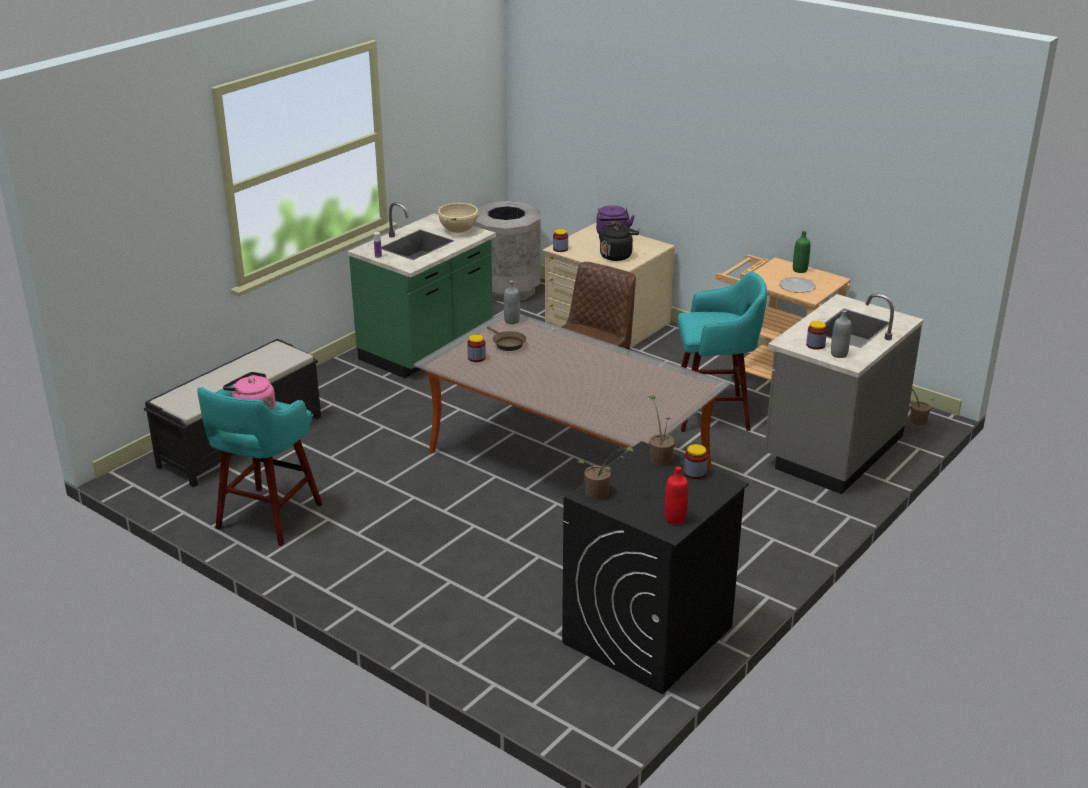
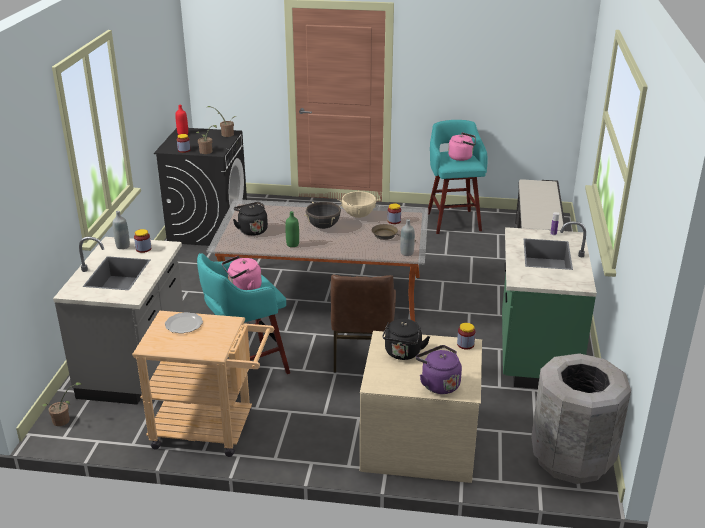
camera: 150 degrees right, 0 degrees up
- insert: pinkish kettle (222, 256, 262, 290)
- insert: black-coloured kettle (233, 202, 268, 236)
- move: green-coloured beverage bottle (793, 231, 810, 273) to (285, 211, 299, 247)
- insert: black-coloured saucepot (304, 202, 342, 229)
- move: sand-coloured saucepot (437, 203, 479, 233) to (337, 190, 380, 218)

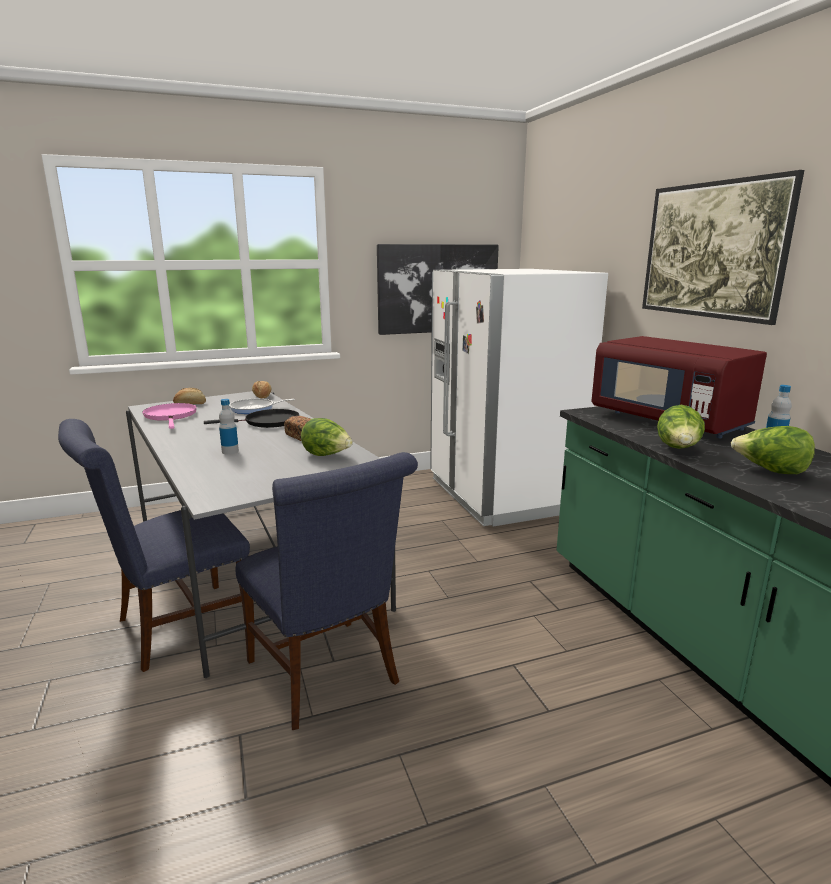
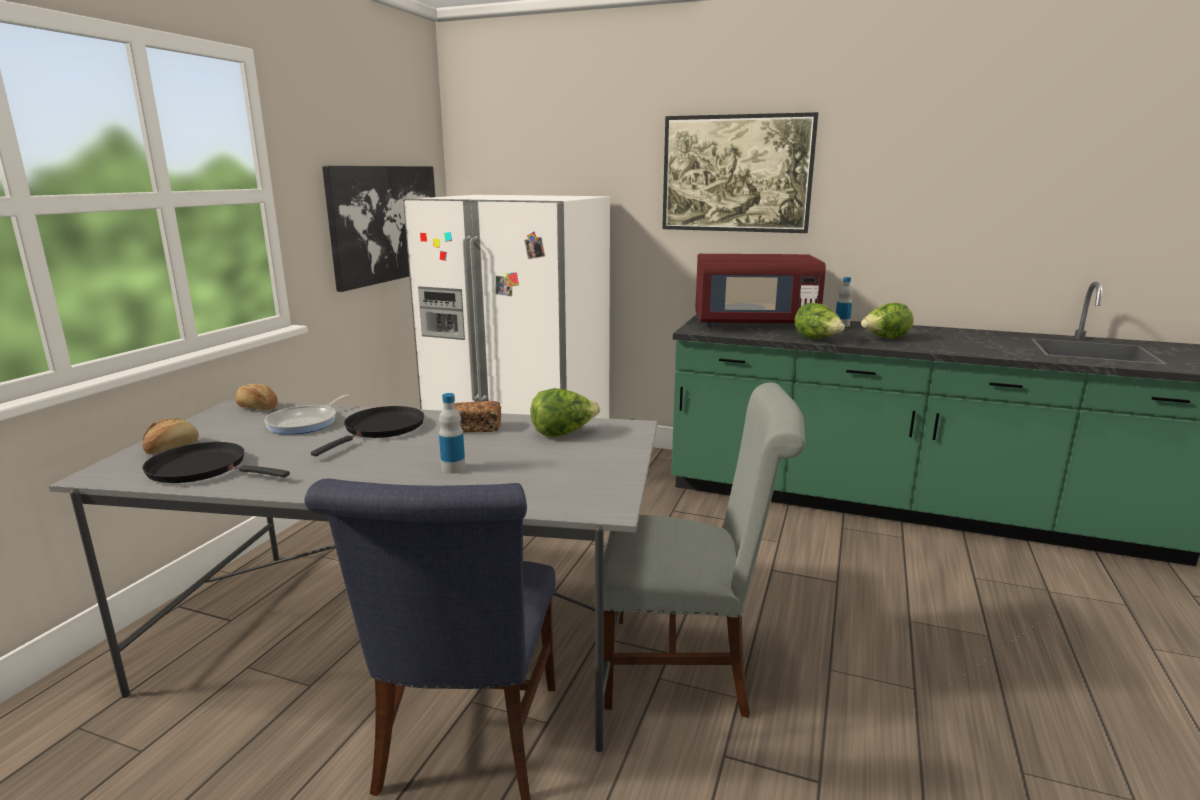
camera: 50 degrees left, 0 degrees up
- recolor: pinkish pan (142, 403, 197, 429) to black-coloured pan (142, 442, 290, 483)
- recolor: blue-coloured chair (236, 452, 418, 730) to gray chair (603, 382, 805, 718)

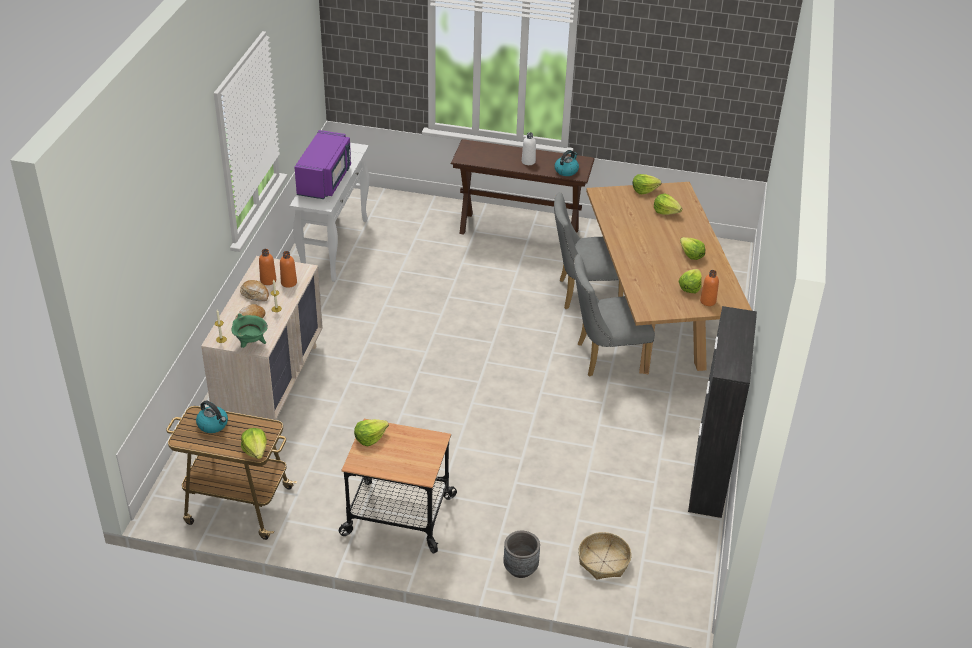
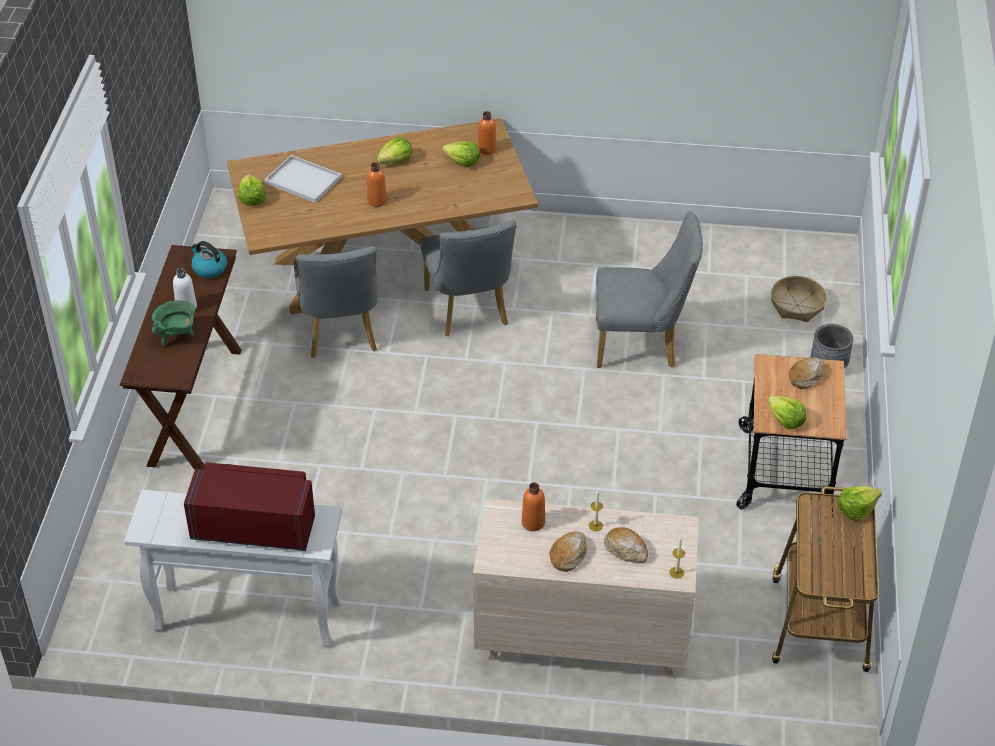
camera: 95 degrees left, 5 degrees up
- move: green-coloured saucepot (232, 313, 268, 348) to (152, 300, 195, 347)
- recolor: purplish microwave (294, 130, 351, 199) to red microwave (184, 462, 315, 551)
- replace: head of lettuce (654, 194, 683, 215) to white tray (264, 155, 342, 203)
- move: orange-coloured beverage bottle (259, 249, 276, 285) to (367, 162, 387, 207)
- insert: gray chair (596, 211, 703, 368)
- insert: baked bread (789, 357, 824, 389)
- delete: kettle (196, 401, 228, 433)
- delete: black-coloured cabinet (688, 306, 757, 518)

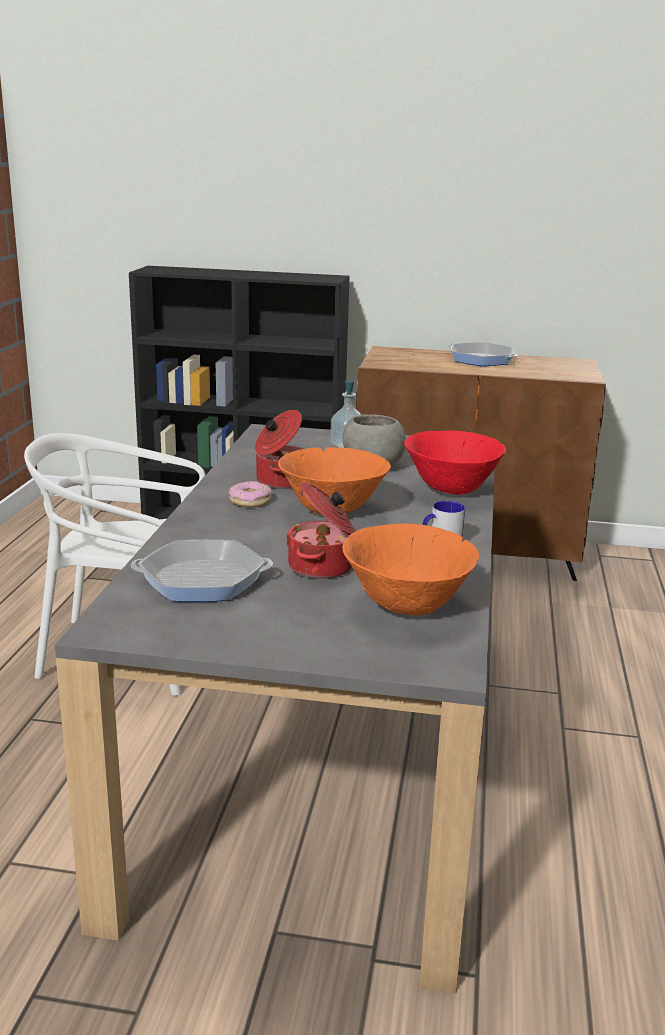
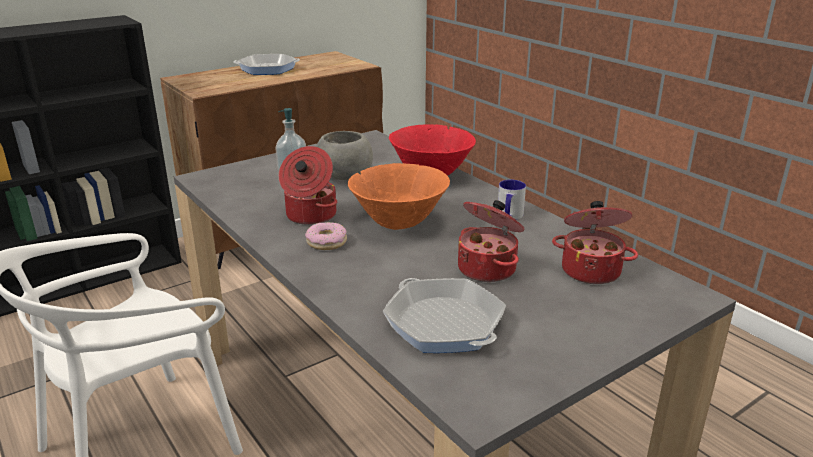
camera: 45 degrees left, 5 degrees up
- rotate: pan (131, 540, 273, 602) = (383, 278, 506, 353) 105 degrees clockwise
- replace: orange-coloured deep dish (342, 523, 479, 615) to saucepot (552, 201, 638, 284)

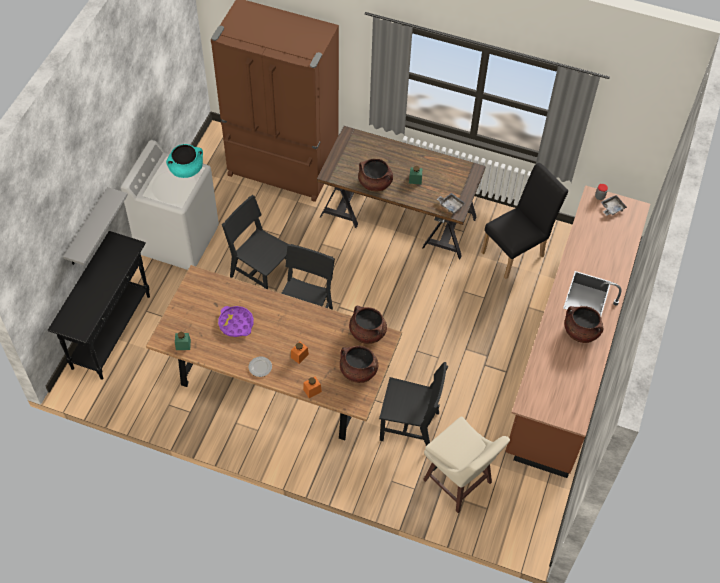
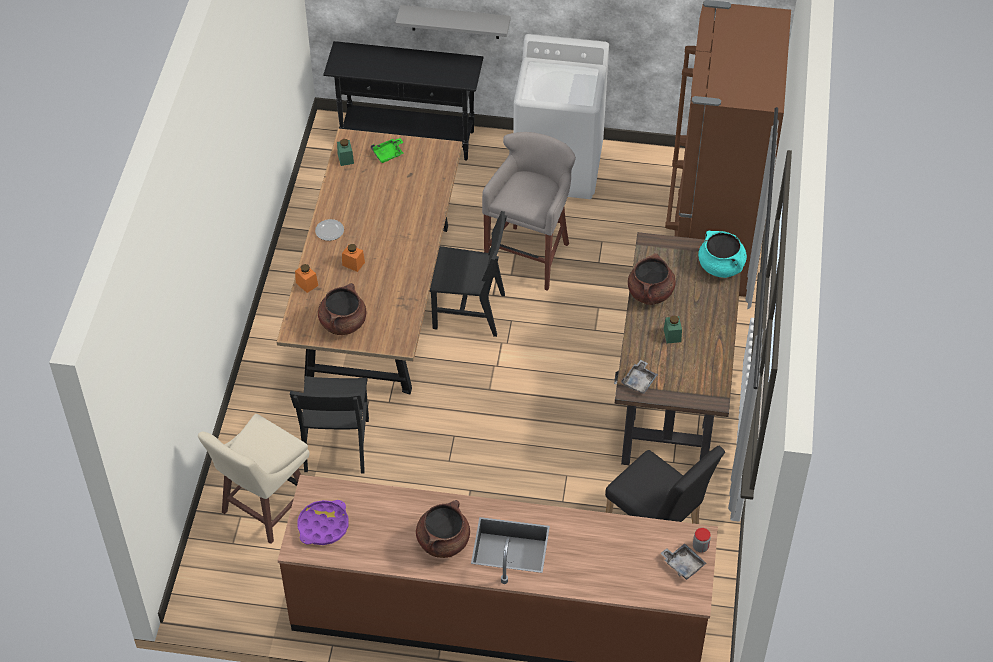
camera: 80 degrees right, 5 degrees down
- move: purplish tray (218, 306, 254, 337) to (297, 500, 349, 545)
- insert: green-coloured tray (371, 138, 404, 163)
- replace: black-coloured chair (222, 195, 293, 289) to gray stool (482, 132, 576, 291)
- move: blue-green saucepot (166, 144, 203, 178) to (698, 231, 747, 278)
- delete: brown saucepot (349, 306, 387, 344)

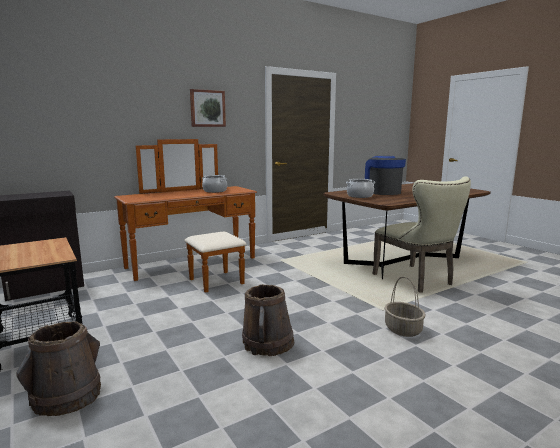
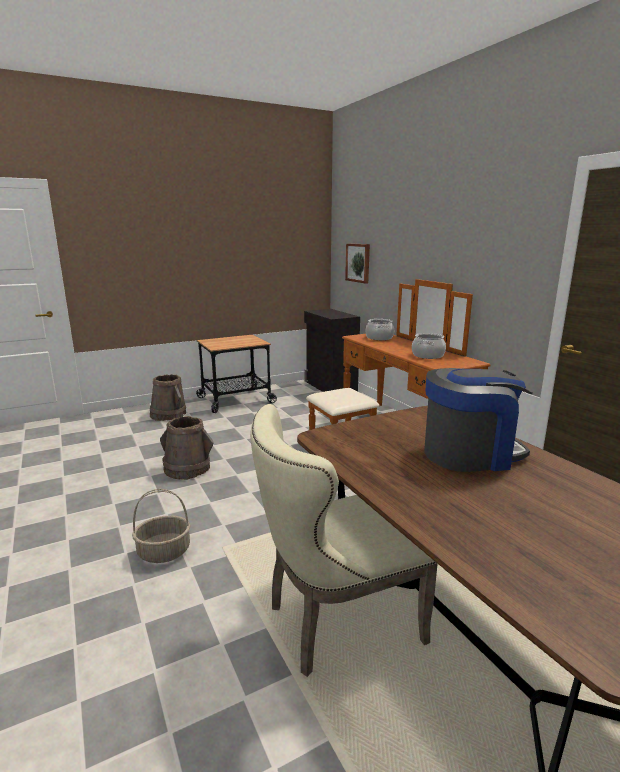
camera: 95 degrees right, 5 degrees up
- move: wall picture (190, 89, 226, 127) to (345, 243, 370, 284)
- move: saucepot (346, 179, 375, 198) to (365, 319, 394, 340)

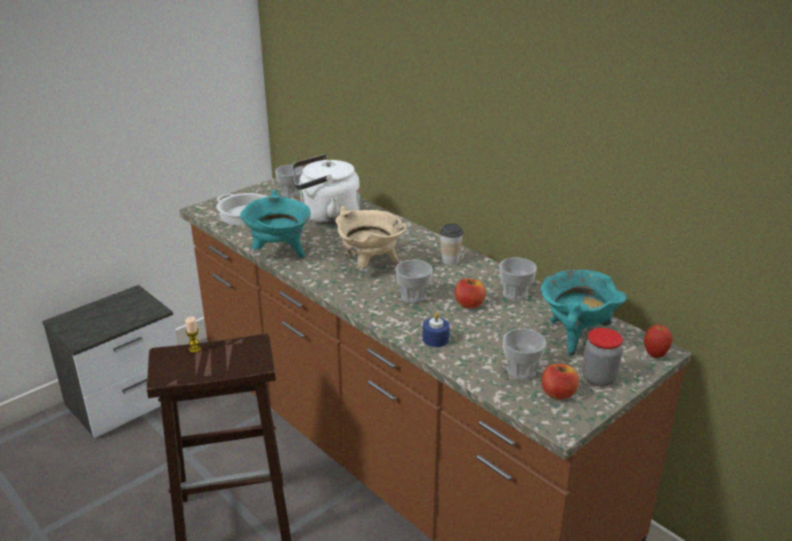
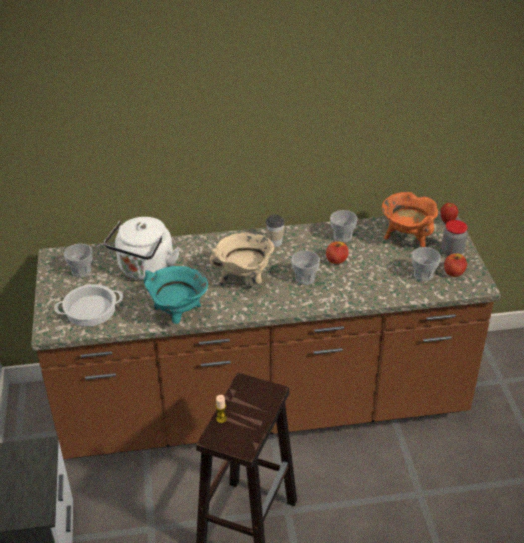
camera: 55 degrees left, 10 degrees up
- recolor: blue-green saucepot (541, 270, 627, 356) to orange-coloured saucepot (382, 192, 438, 247)
- delete: blue-coloured wax light (422, 312, 450, 347)

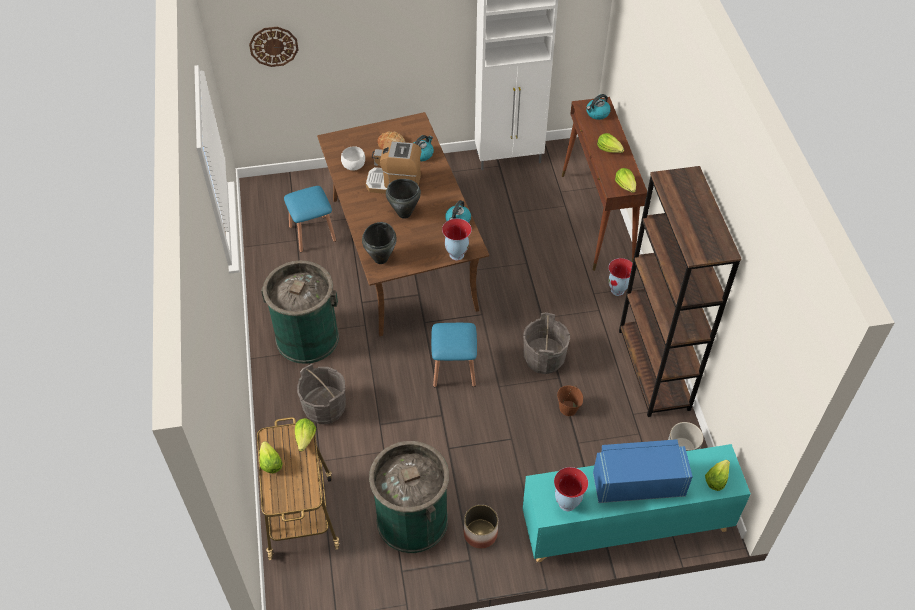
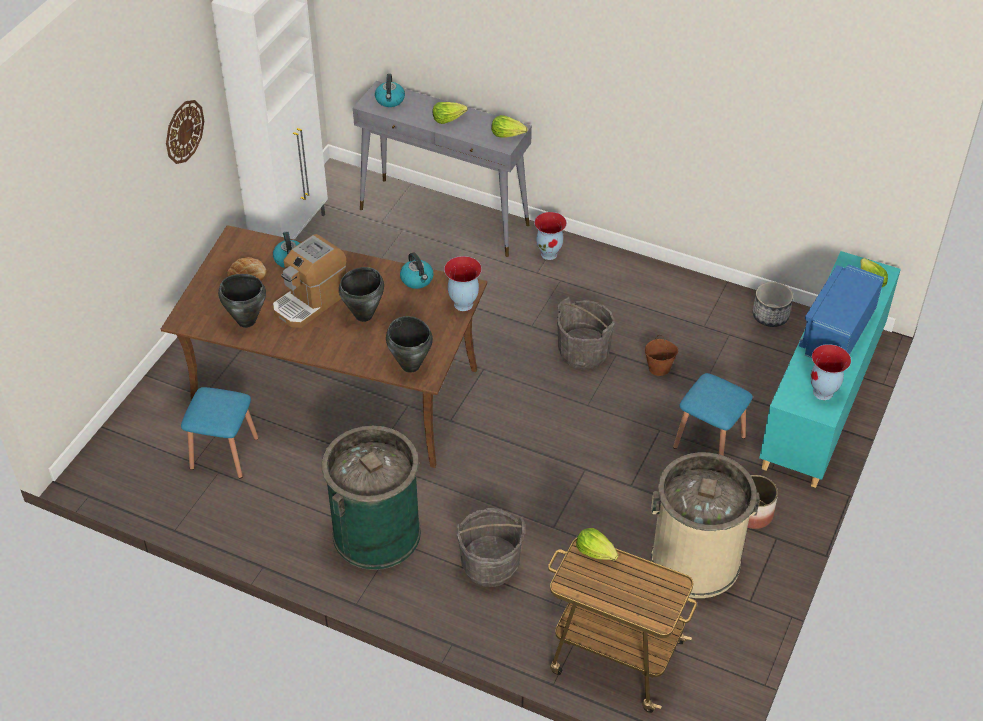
camera: 55 degrees left, 5 degrees down
- move: hanging clock (249, 27, 299, 67) to (166, 100, 204, 164)
- replace: white deep dish (341, 146, 365, 171) to black-coloured saucepot (218, 274, 266, 328)
- recolor: brown console table (562, 97, 647, 271) to gray console table (353, 81, 532, 257)
- recolor: green-coloured waste bin (369, 441, 449, 553) to sand-coloured waste bin (651, 452, 760, 598)
- move: blue-coloured stool (431, 323, 477, 387) to (673, 373, 753, 456)
- delete: head of lettuce (259, 441, 283, 473)
- delete: brown shelving unit (619, 166, 742, 417)

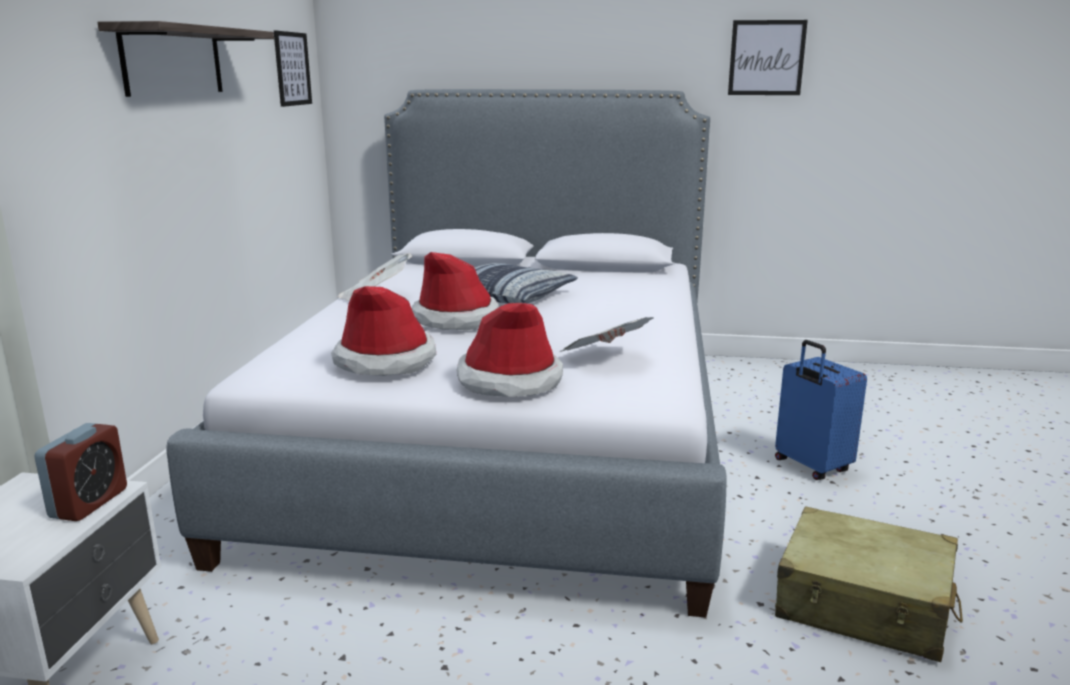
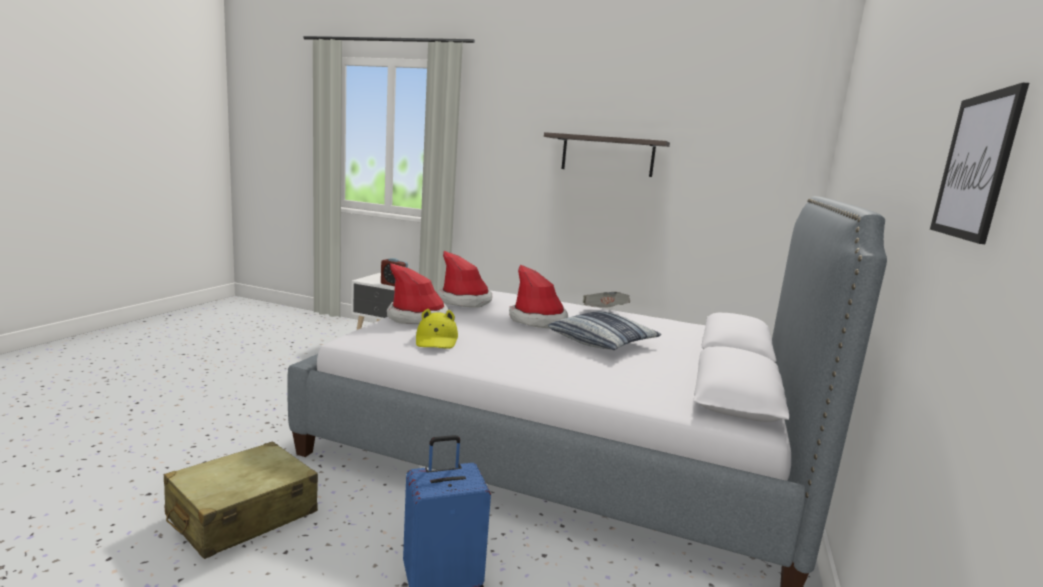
camera: 100 degrees right, 5 degrees down
- replace: newspaper (559, 317, 654, 352) to yellow-coloured hat (416, 309, 458, 349)
- delete: wall picture (274, 31, 312, 107)

